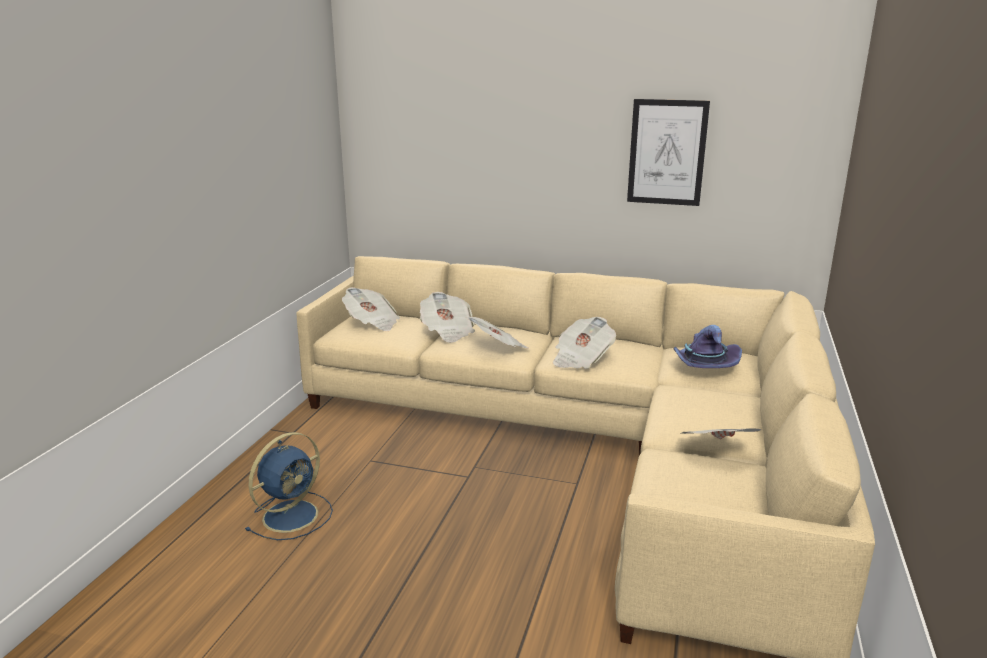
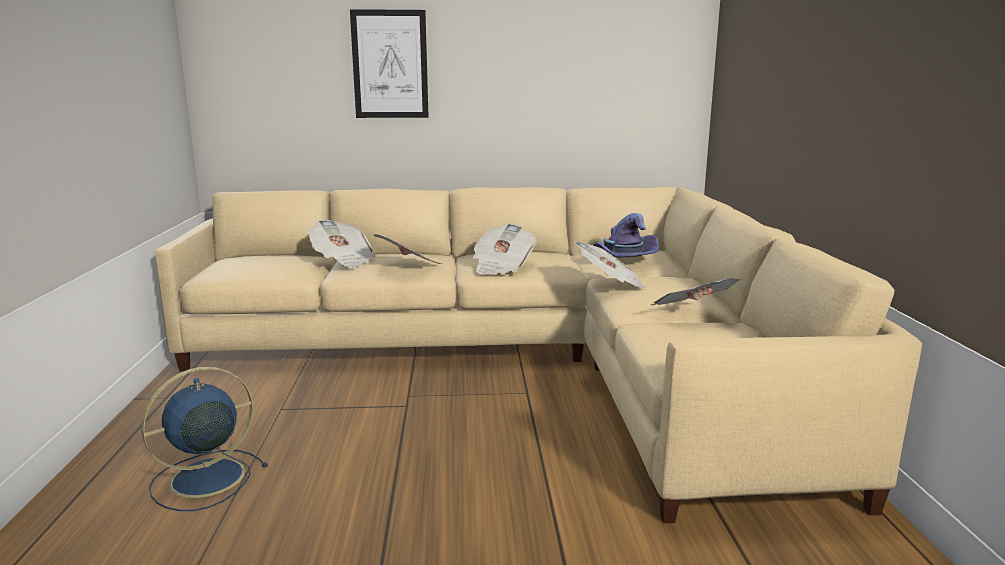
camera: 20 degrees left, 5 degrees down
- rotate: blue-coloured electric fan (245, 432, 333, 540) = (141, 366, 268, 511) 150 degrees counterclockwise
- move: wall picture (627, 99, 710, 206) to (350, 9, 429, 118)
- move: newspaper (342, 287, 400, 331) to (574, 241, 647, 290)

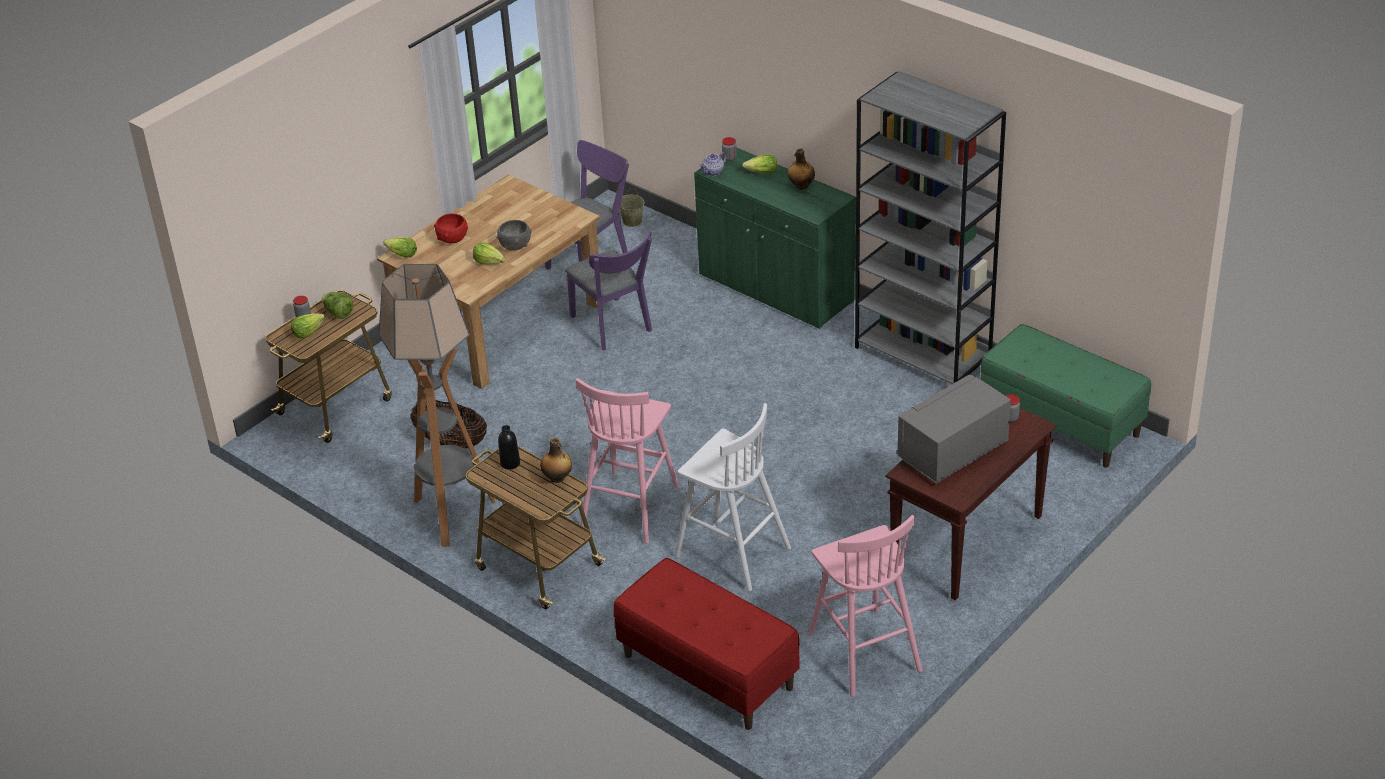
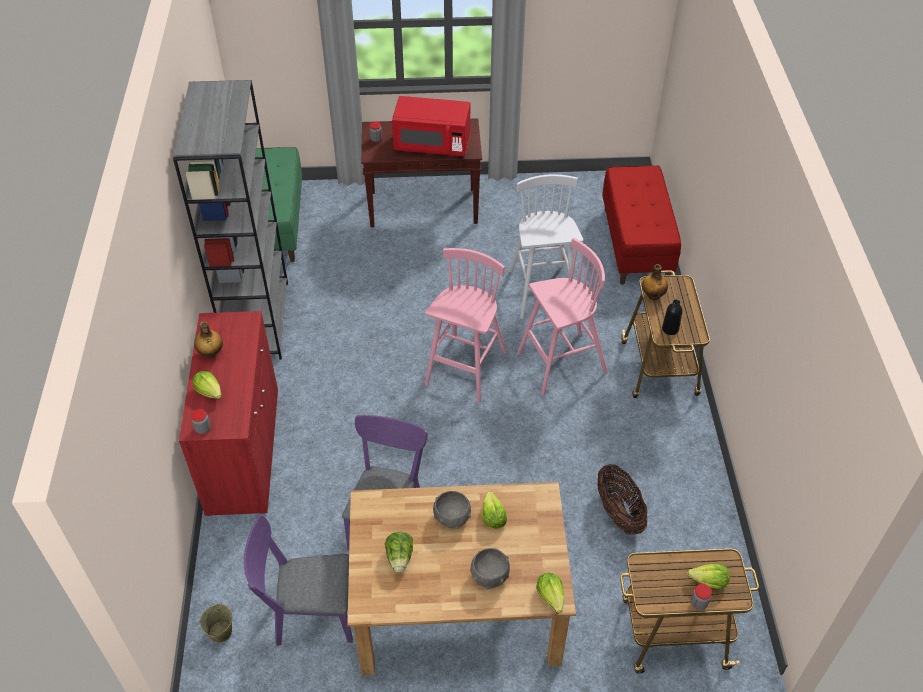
camera: 135 degrees left, 10 degrees up
- recolor: green-coloured cabinet (694, 147, 856, 329) to red cabinet (179, 311, 278, 516)
- move: head of lettuce (322, 292, 353, 319) to (385, 531, 413, 572)
- recolor: gray microwave (898, 374, 1011, 484) to red microwave (392, 96, 470, 156)
- move: pinkish stool (809, 515, 922, 697) to (425, 248, 507, 403)
- recolor: red deep dish (434, 213, 468, 243) to gray deep dish (470, 548, 510, 590)
- delete: standard lamp (379, 264, 496, 547)
- delete: tea pot (699, 152, 726, 176)

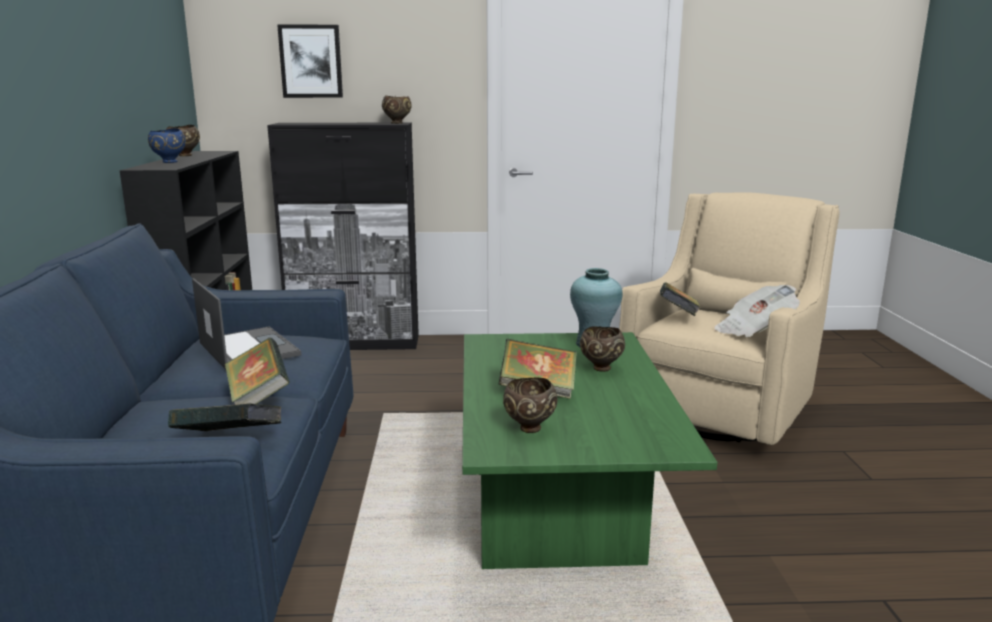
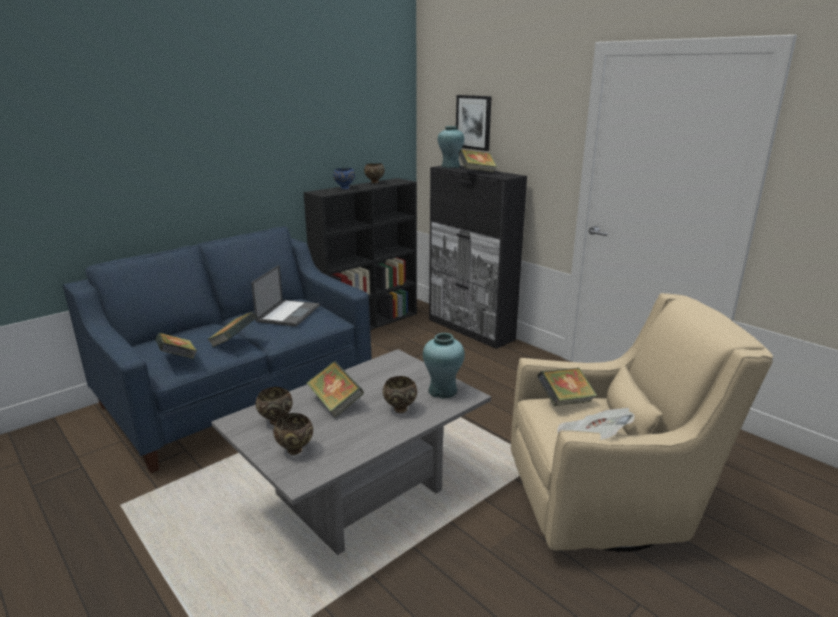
camera: 50 degrees right, 5 degrees up
- recolor: green-coloured low table (462, 332, 718, 569) to gray low table (211, 349, 491, 555)
- move: brown deep dish (382, 95, 412, 124) to (273, 413, 313, 455)
- insert: blue-green decorative vase (438, 126, 464, 168)
- insert: volume (459, 149, 497, 172)

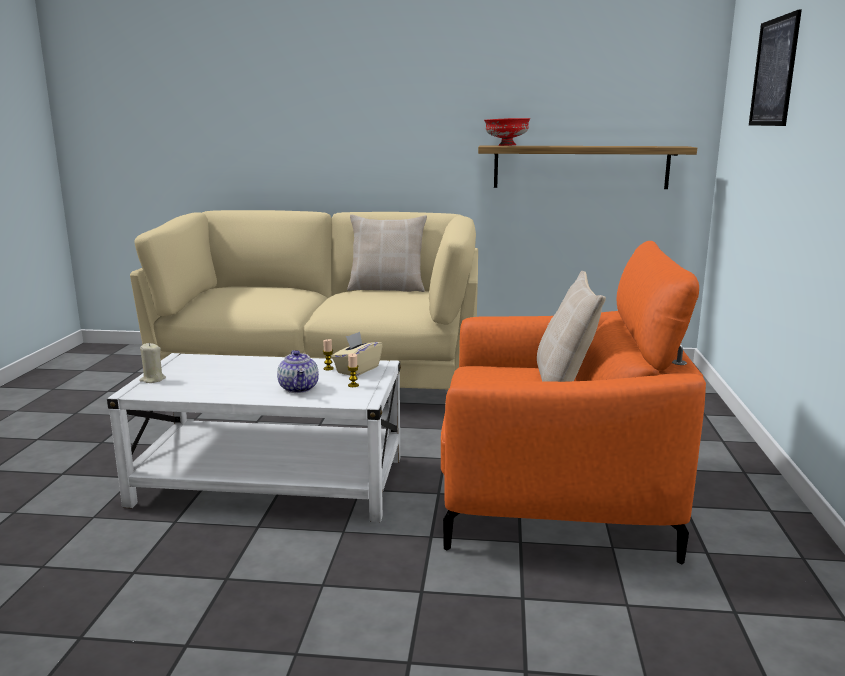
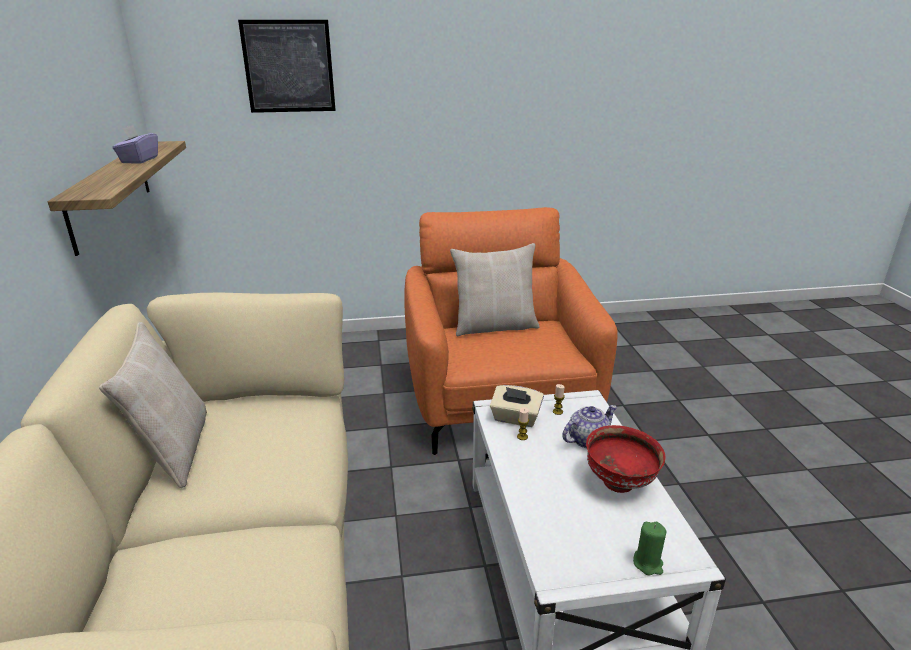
camera: 105 degrees left, 10 degrees up
- insert: purplish tissue holder (113, 125, 158, 163)
- move: red deep dish (484, 118, 531, 146) to (586, 425, 665, 493)
- recolor: sand-coloured wax light (139, 343, 166, 383) to green-coloured wax light (633, 522, 666, 575)

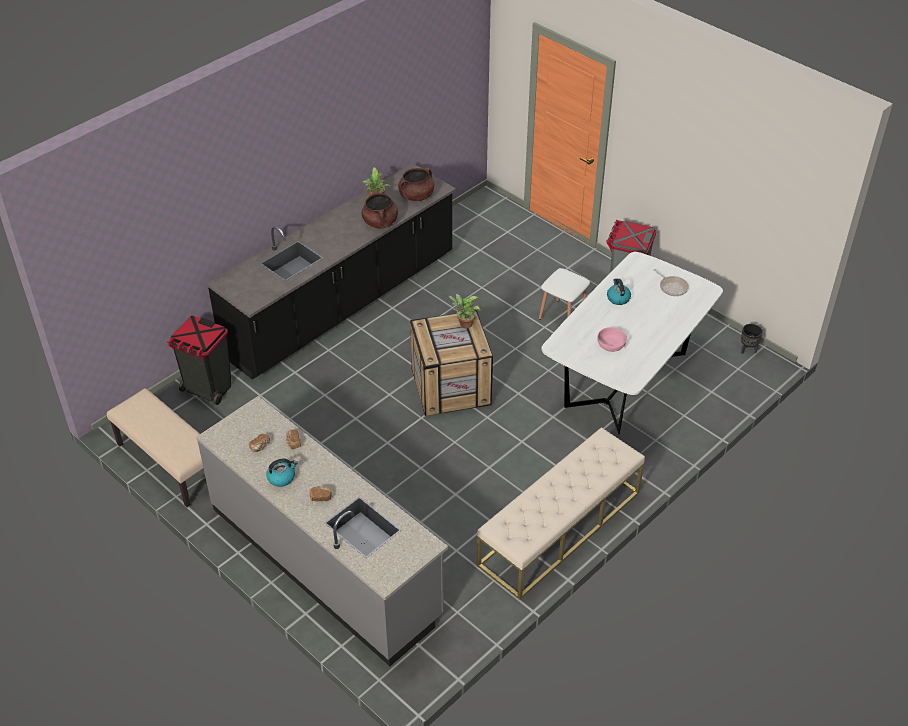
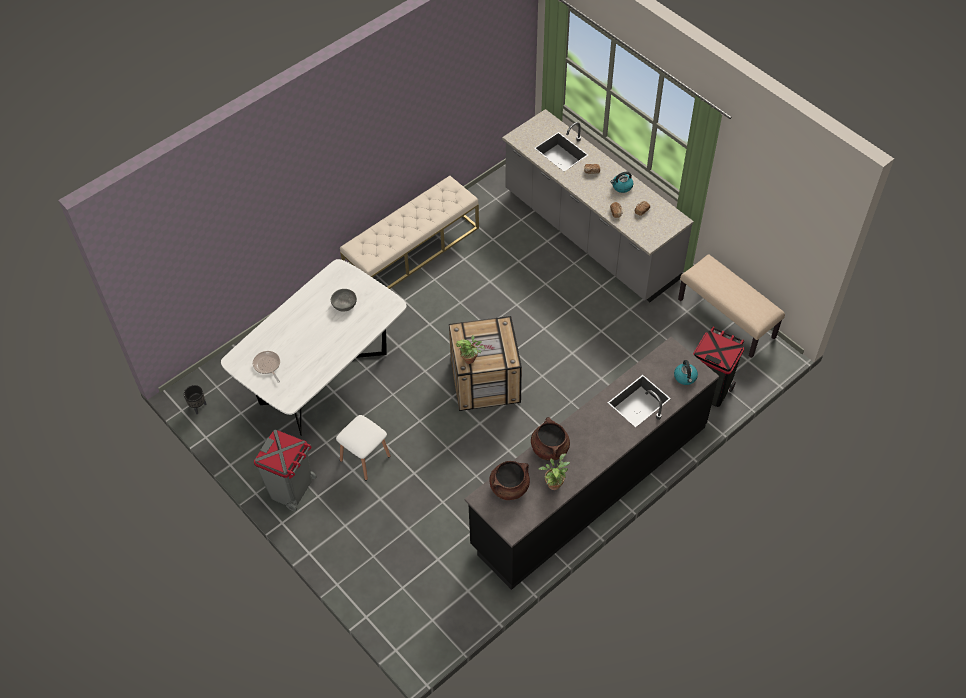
camera: 175 degrees left, 10 degrees up
- recolor: pinkish deep dish (597, 327, 627, 352) to gray deep dish (331, 289, 357, 312)
- move: kettle (607, 278, 631, 305) to (674, 360, 698, 385)

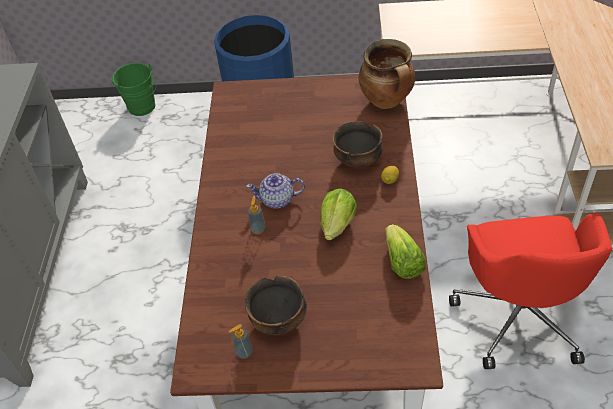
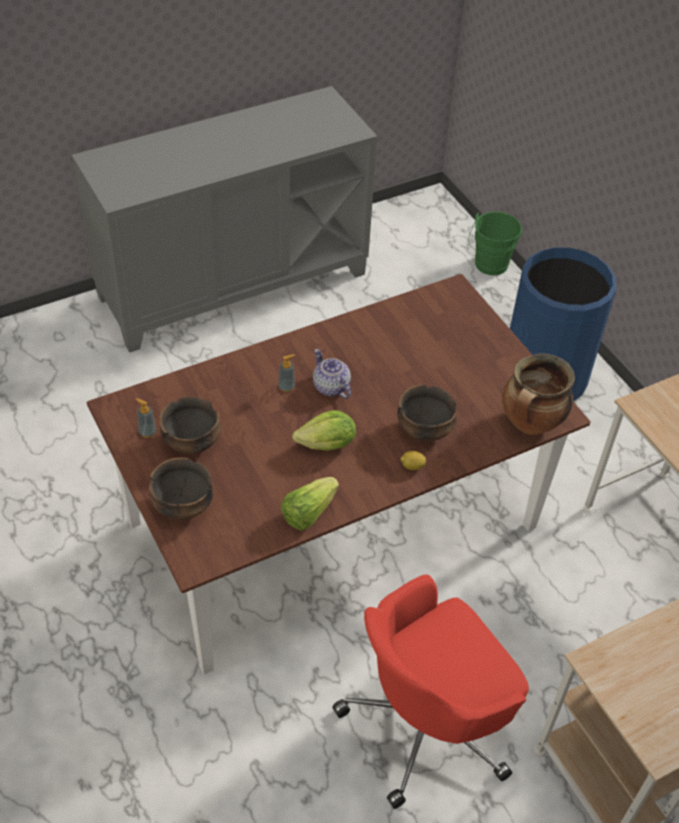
camera: 55 degrees right, 0 degrees up
- insert: deep dish (149, 457, 213, 520)

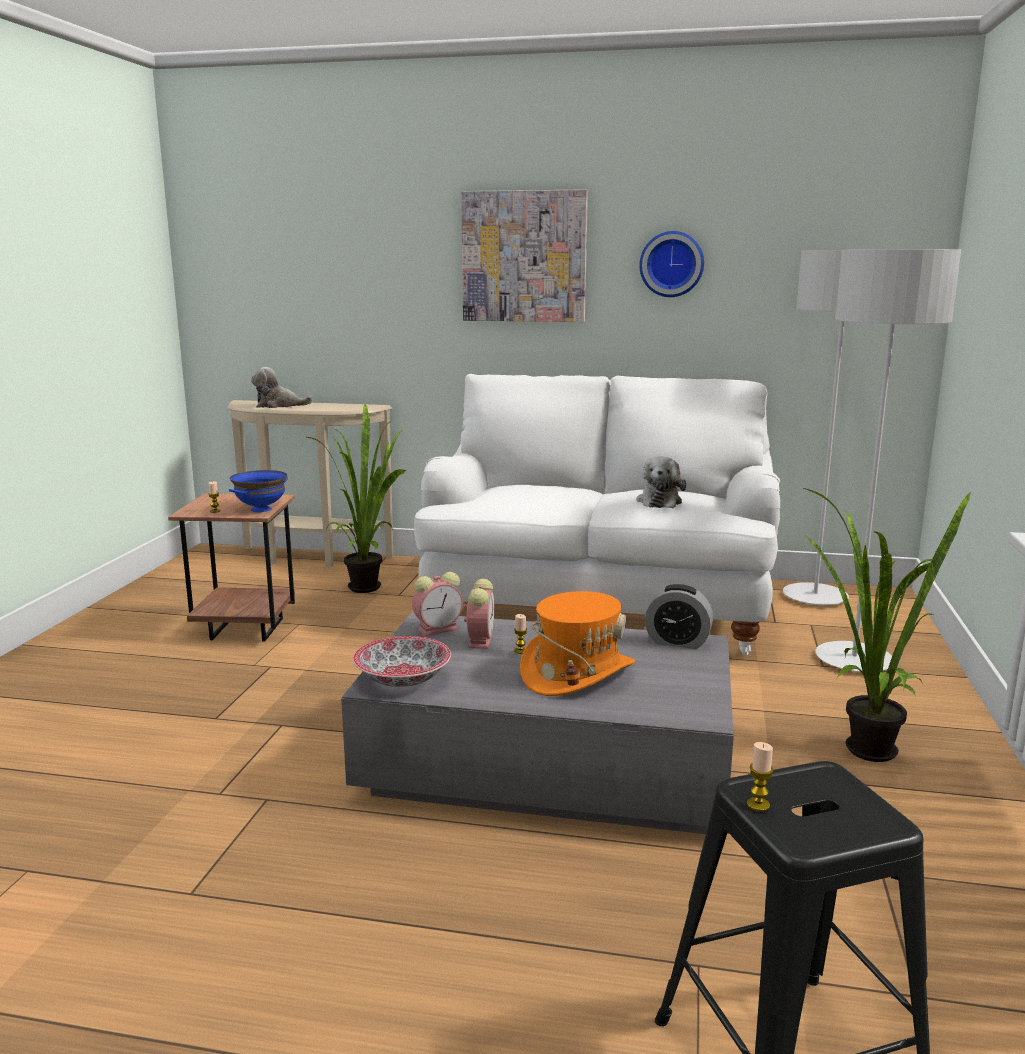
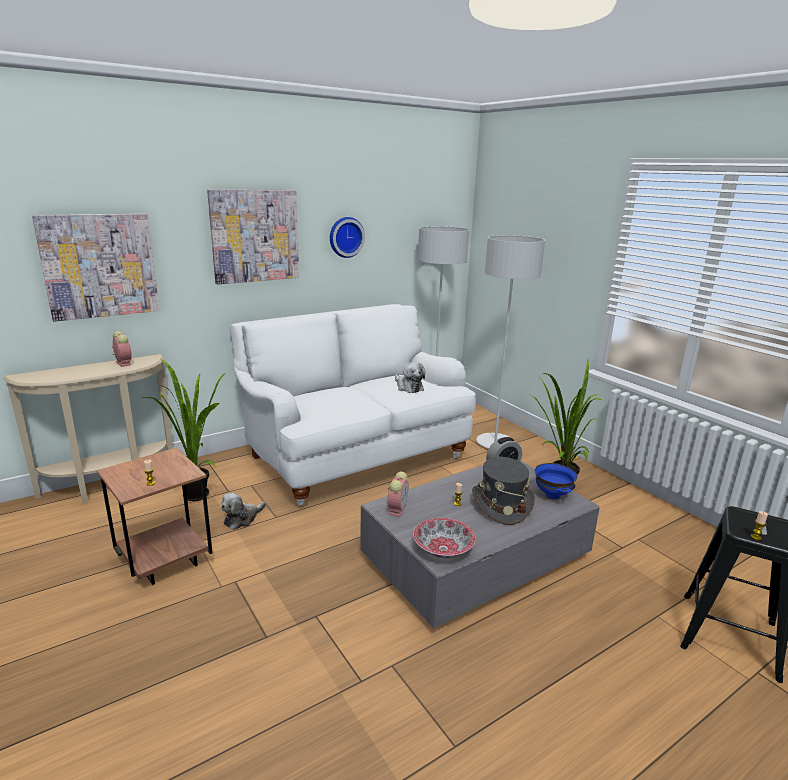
camera: 45 degrees left, 5 degrees up
- insert: wall picture (32, 213, 160, 322)
- move: bedside clock (464, 579, 494, 649) to (112, 331, 132, 367)
- move: soft toy (251, 367, 312, 408) to (221, 493, 266, 530)
- recolor: orange-coloured hat (520, 591, 635, 696) to gray hat (472, 457, 535, 525)
- move: blue-coloured deep dish (229, 470, 288, 512) to (535, 463, 577, 499)

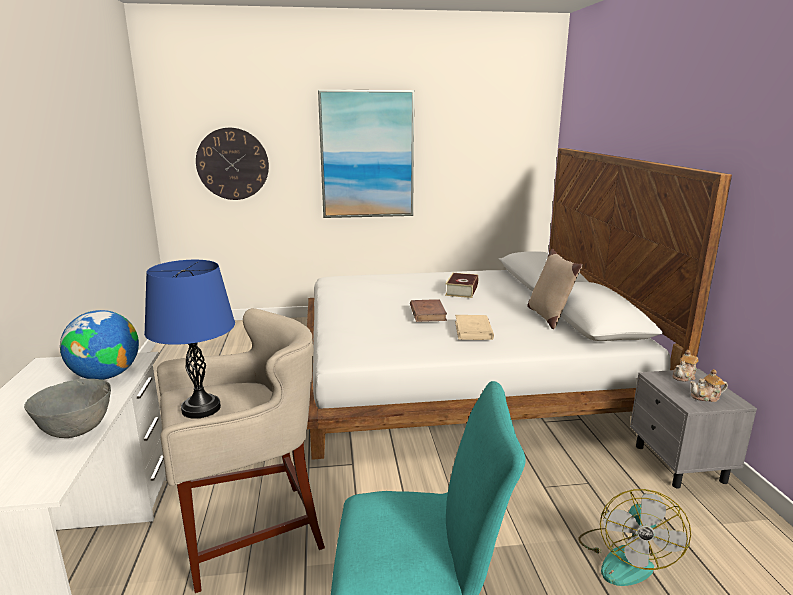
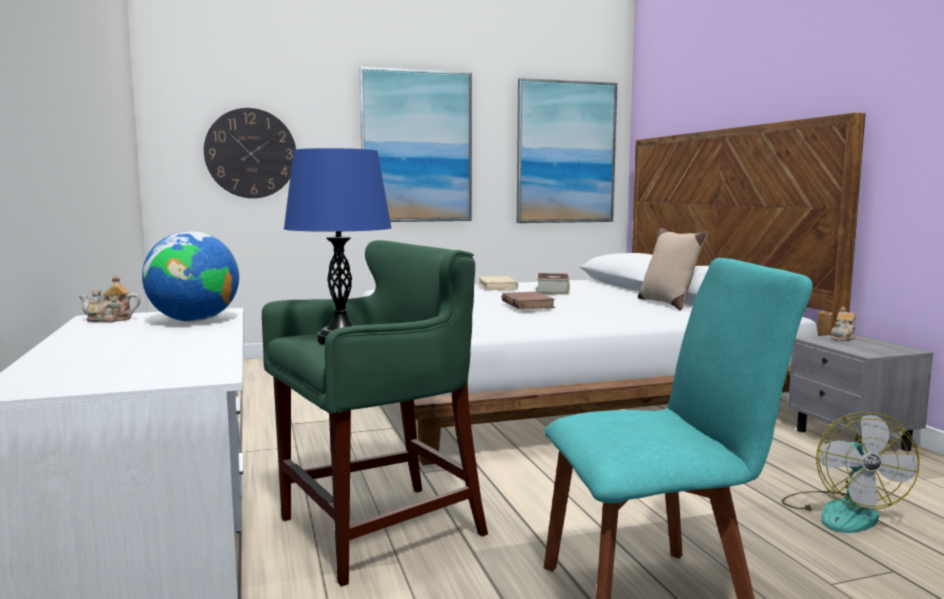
camera: 10 degrees left, 10 degrees down
- move: tea pot (690, 369, 728, 402) to (78, 275, 141, 322)
- recolor: sand-coloured stool (157, 308, 325, 593) to green-coloured stool (262, 240, 488, 586)
- move: sand-coloured volume (455, 315, 494, 340) to (478, 276, 519, 290)
- insert: wall picture (517, 78, 617, 223)
- delete: gray deep dish (24, 379, 111, 438)

